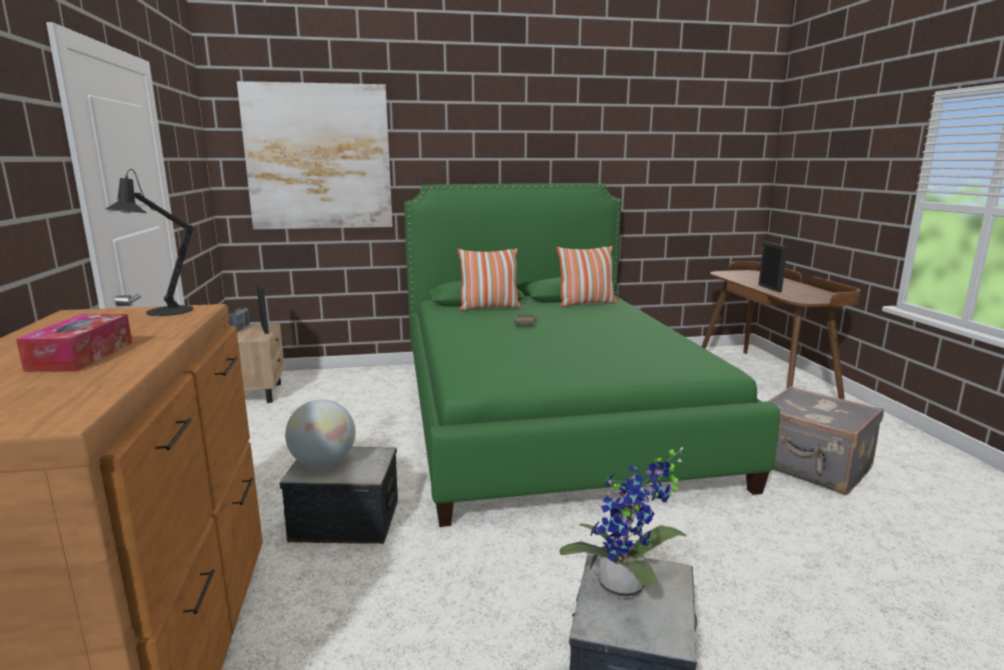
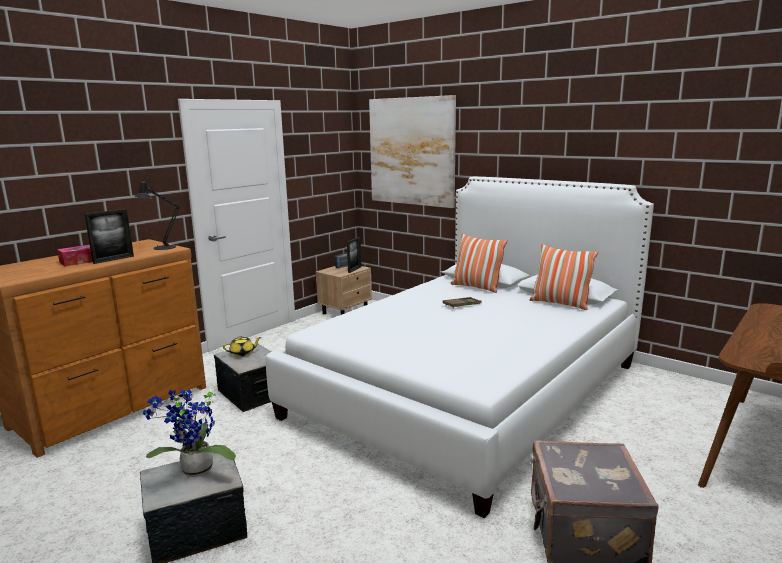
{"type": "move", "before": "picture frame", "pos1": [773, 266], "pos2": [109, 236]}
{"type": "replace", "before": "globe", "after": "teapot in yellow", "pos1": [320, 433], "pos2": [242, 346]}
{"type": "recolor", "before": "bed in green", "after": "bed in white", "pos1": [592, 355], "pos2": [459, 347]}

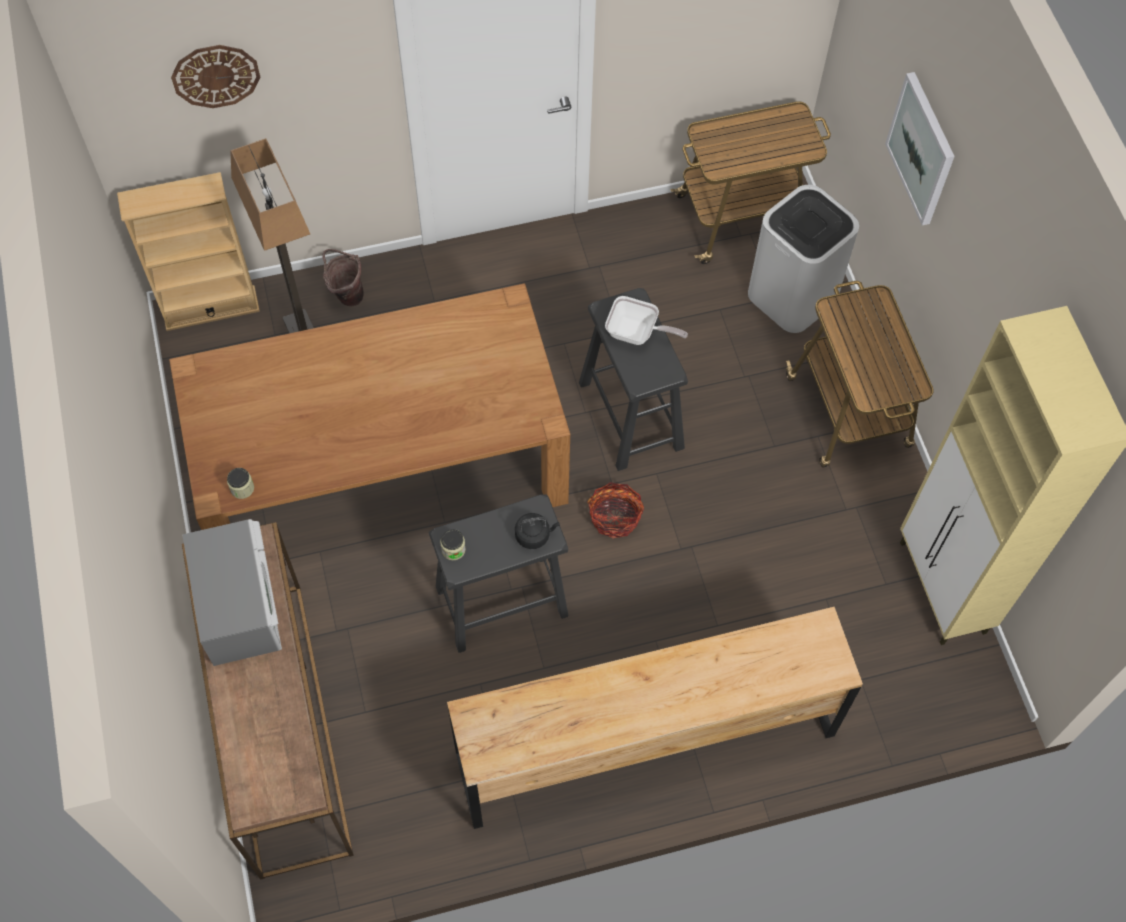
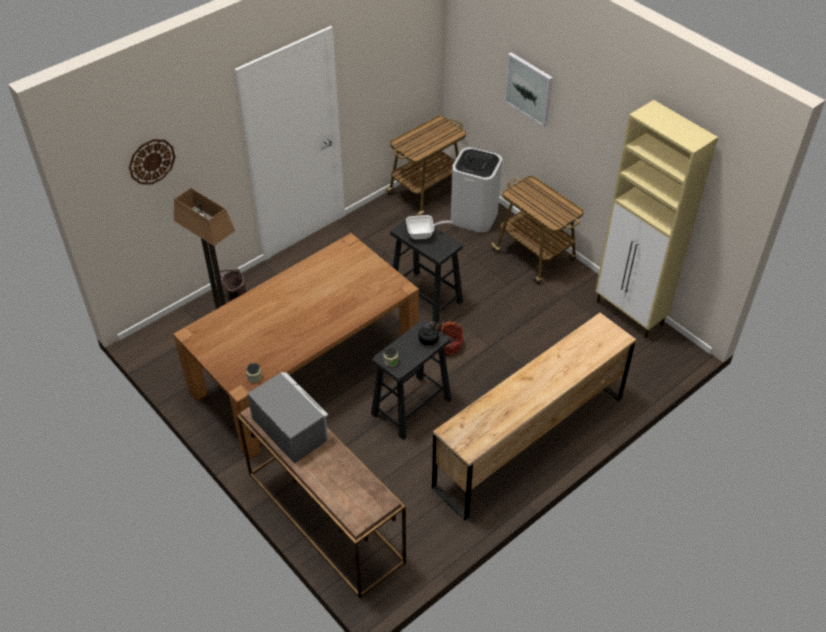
{"type": "delete", "before": "bookcase in beige", "pos1": [188, 251]}

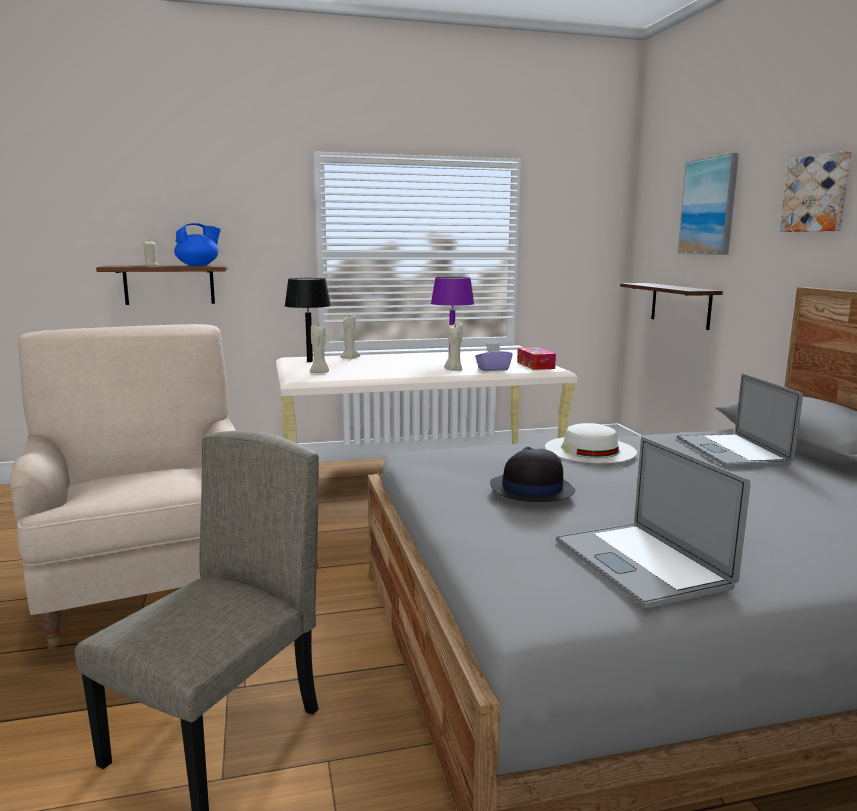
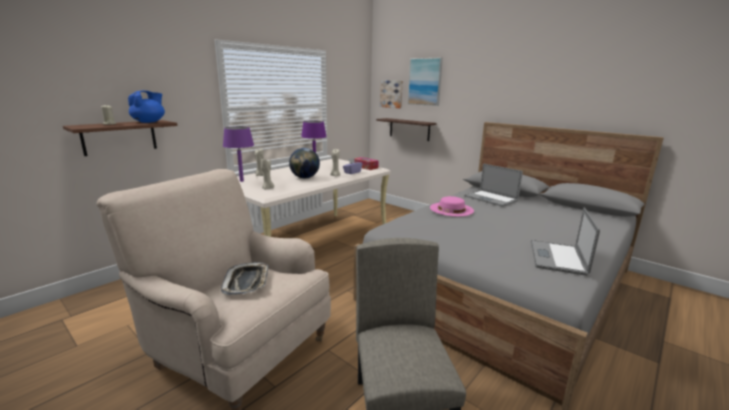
{"type": "delete", "before": "hat in black", "pos1": [532, 474]}
{"type": "insert", "after": "tray", "pos2": [245, 278]}
{"type": "insert", "after": "globe", "pos2": [304, 163]}
{"type": "move", "before": "picture", "pos1": [815, 191], "pos2": [391, 94]}
{"type": "recolor", "before": "table lamp in black", "after": "table lamp in purple", "pos1": [308, 320], "pos2": [238, 154]}
{"type": "recolor", "before": "hat in white", "after": "hat in pink", "pos1": [591, 443], "pos2": [452, 206]}
{"type": "rotate", "before": "laptop", "pos1": [653, 522], "pos2": [565, 242], "turn": 75}

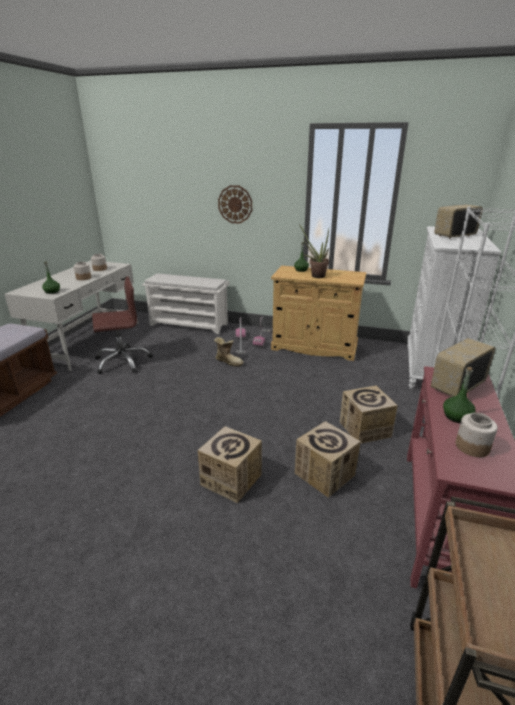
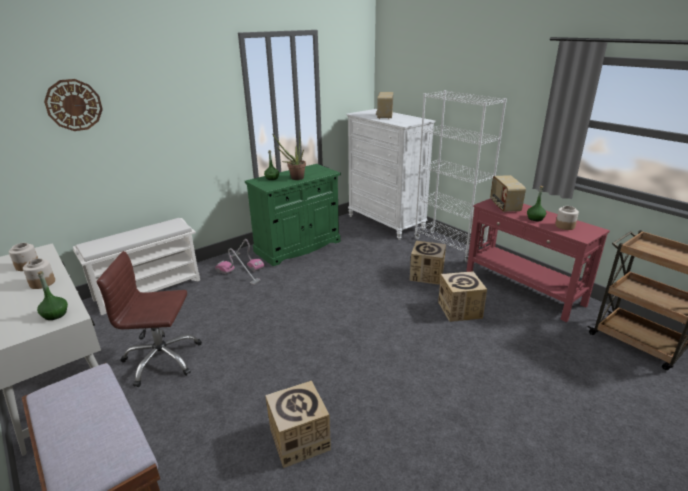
{"type": "delete", "before": "boot", "pos1": [229, 352]}
{"type": "move", "before": "cardboard box", "pos1": [230, 464], "pos2": [298, 424]}
{"type": "move", "before": "wall clock", "pos1": [235, 204], "pos2": [73, 105]}
{"type": "recolor", "before": "cabinet in beige", "after": "cabinet in green", "pos1": [319, 313], "pos2": [293, 215]}
{"type": "rotate", "before": "office chair in brown", "pos1": [122, 325], "pos2": [149, 319], "turn": -105}

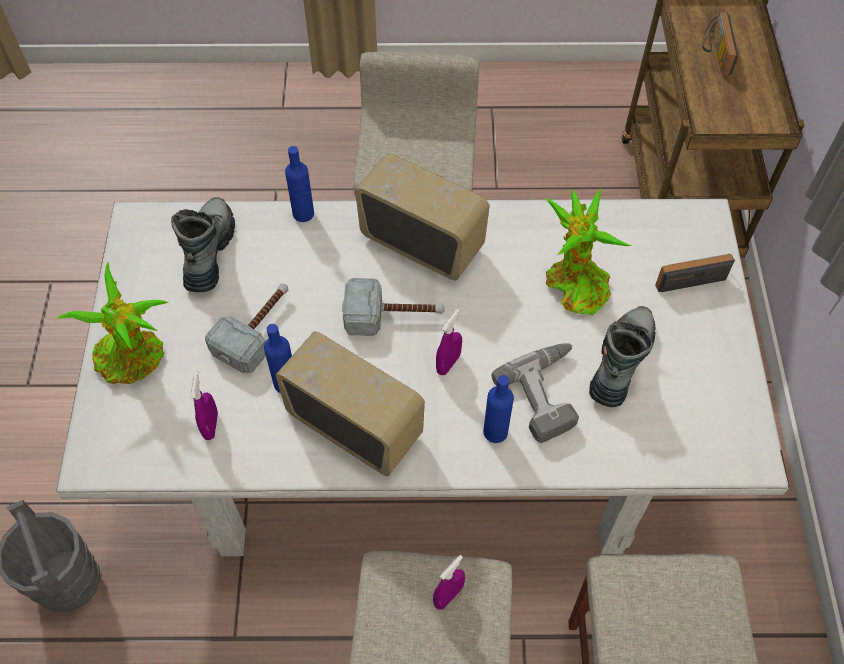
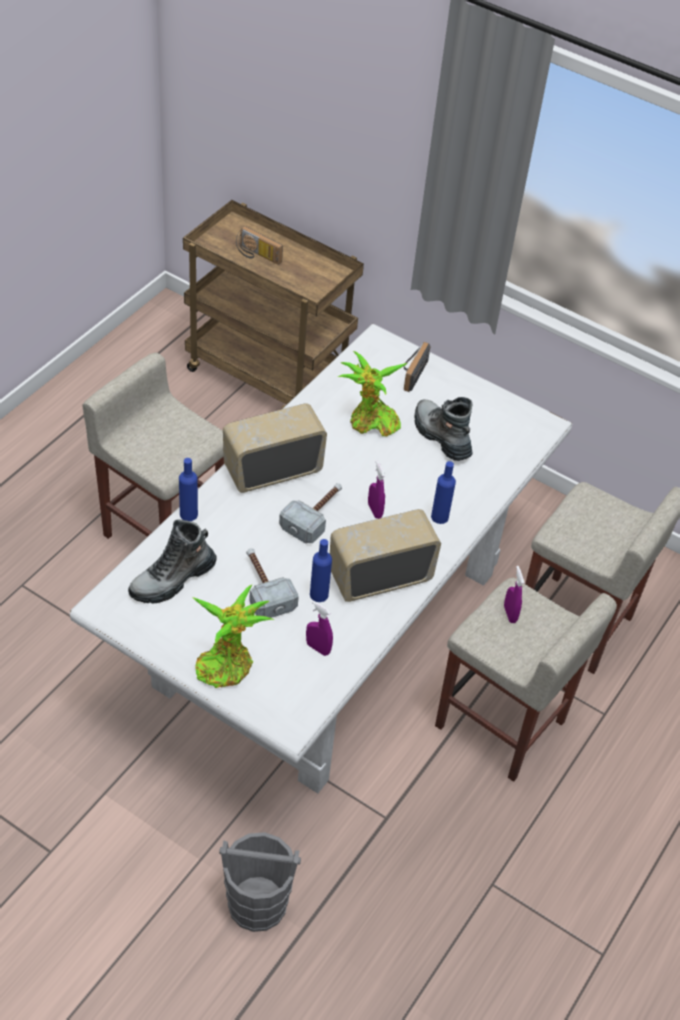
{"type": "delete", "before": "power drill", "pos1": [535, 393]}
{"type": "rotate", "before": "boot", "pos1": [203, 244], "pos2": [172, 561], "turn": -75}

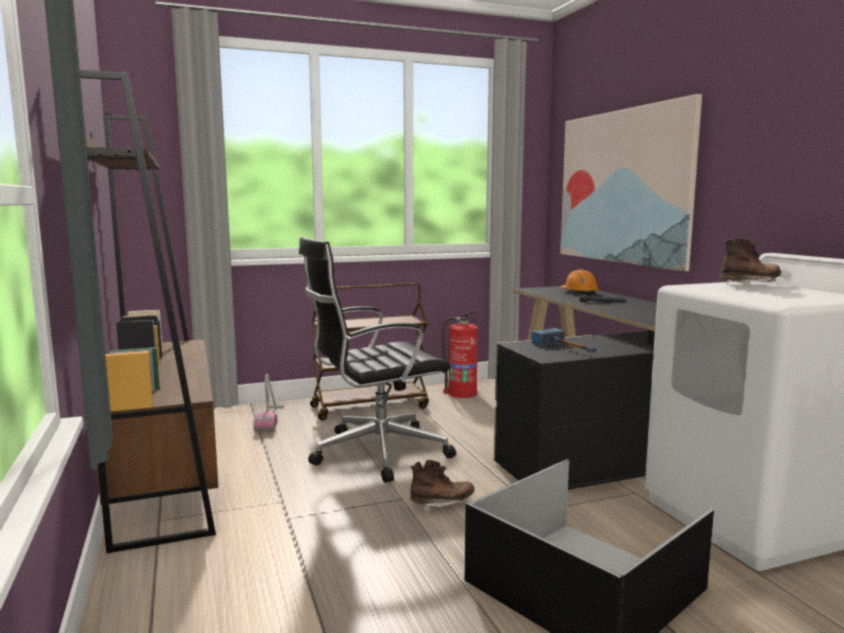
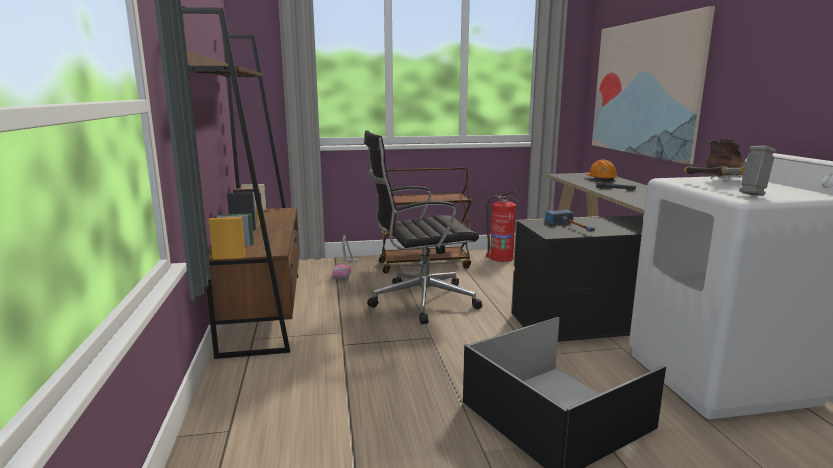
{"type": "delete", "before": "boot in brown", "pos1": [442, 486]}
{"type": "insert", "after": "hammer", "pos2": [730, 171]}

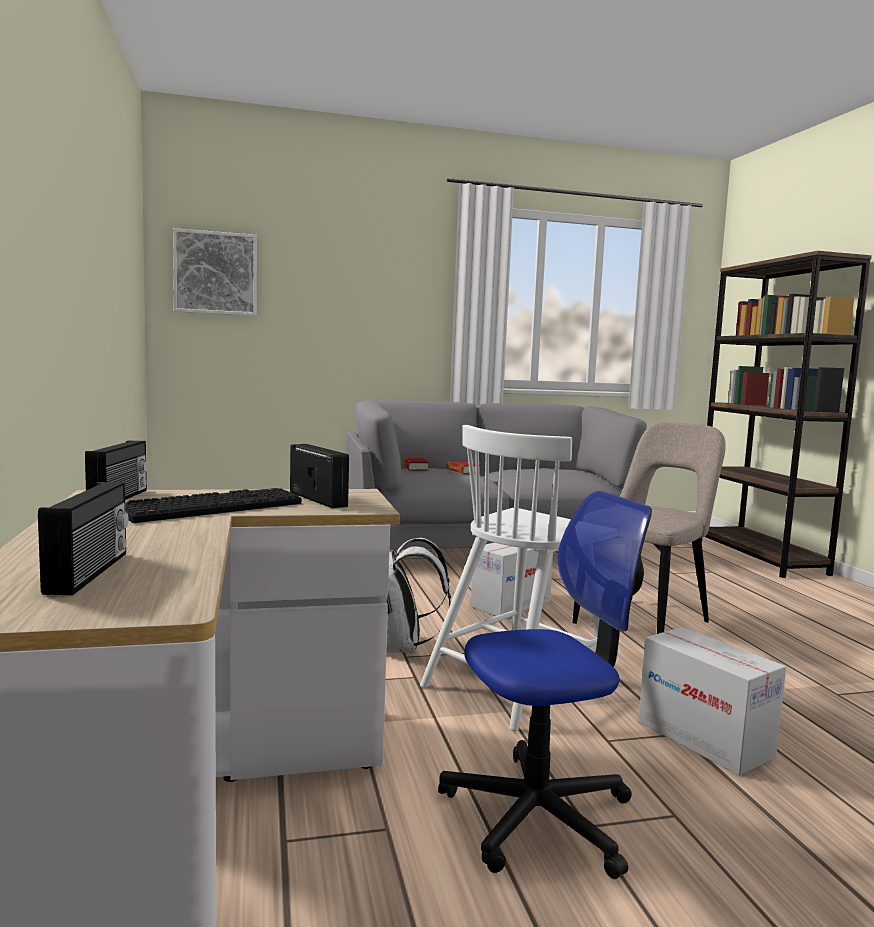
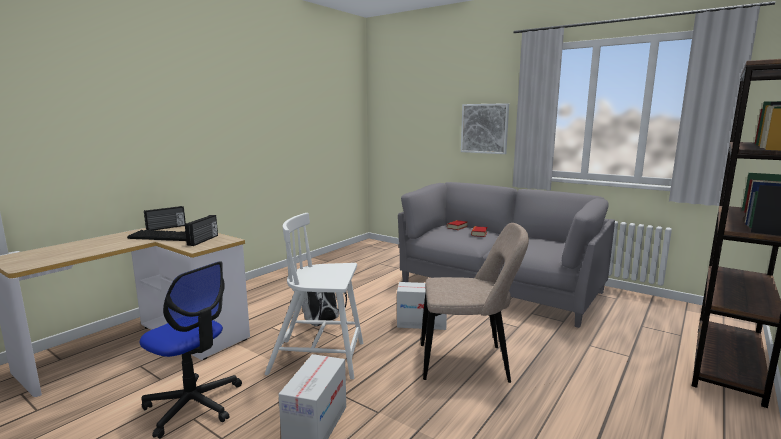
{"type": "delete", "before": "radio", "pos1": [83, 538]}
{"type": "move", "before": "picture", "pos1": [215, 272], "pos2": [485, 128]}

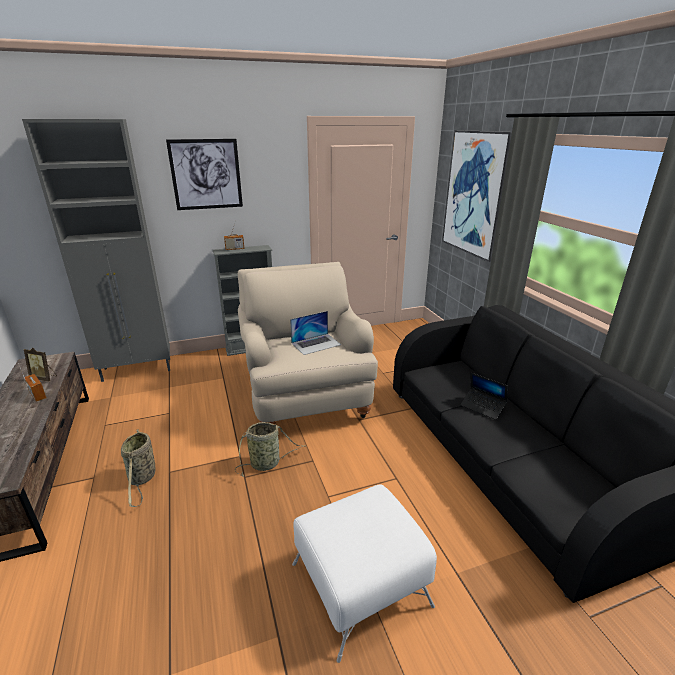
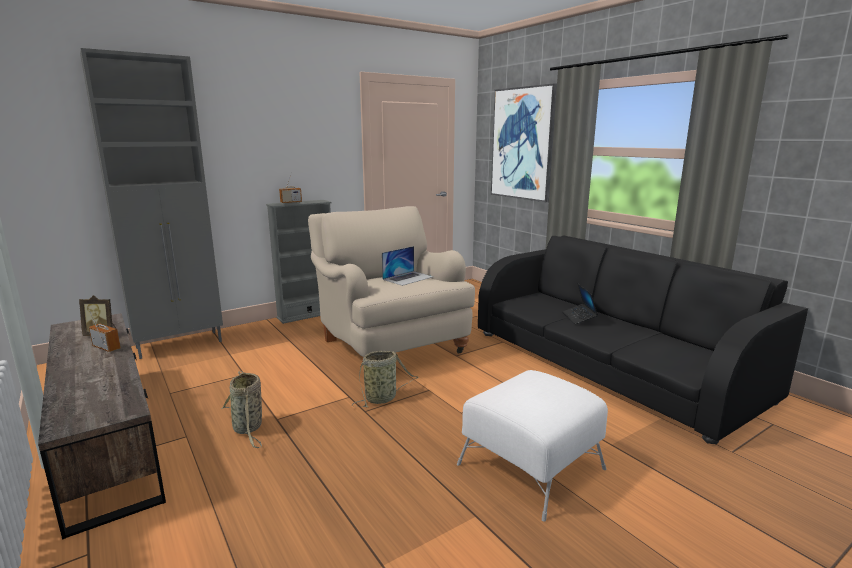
{"type": "delete", "before": "picture", "pos1": [204, 174]}
{"type": "rotate", "before": "laptop", "pos1": [484, 396], "pos2": [580, 304], "turn": 60}

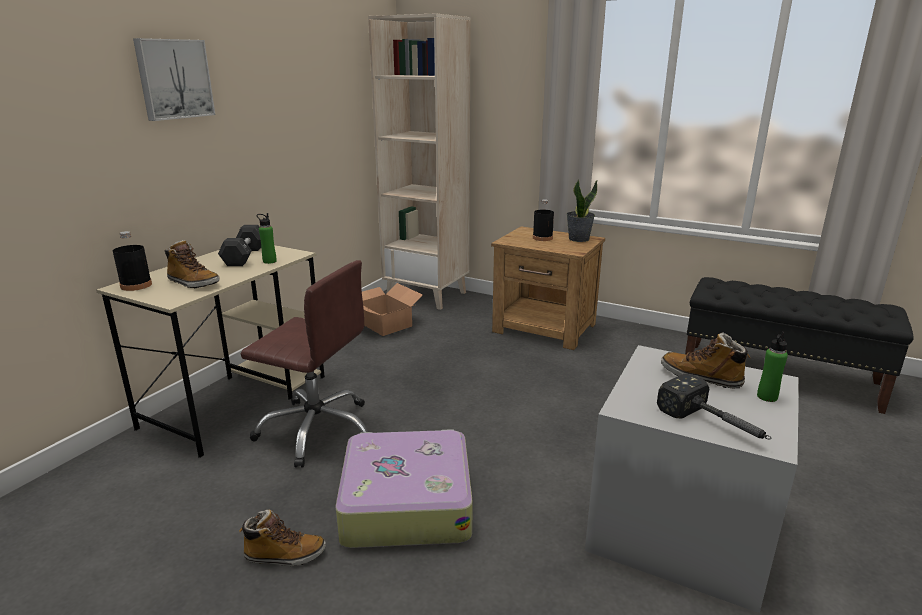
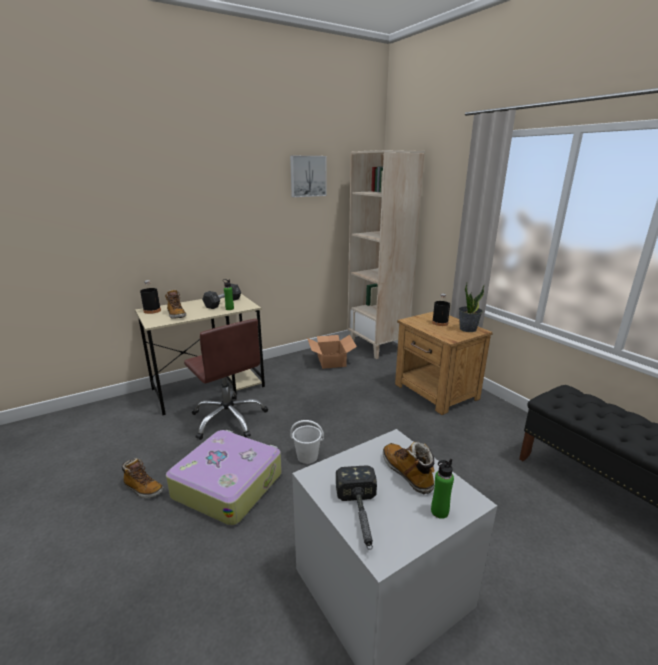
{"type": "insert", "after": "bucket in white", "pos2": [307, 442]}
{"type": "move", "before": "picture", "pos1": [174, 79], "pos2": [308, 176]}

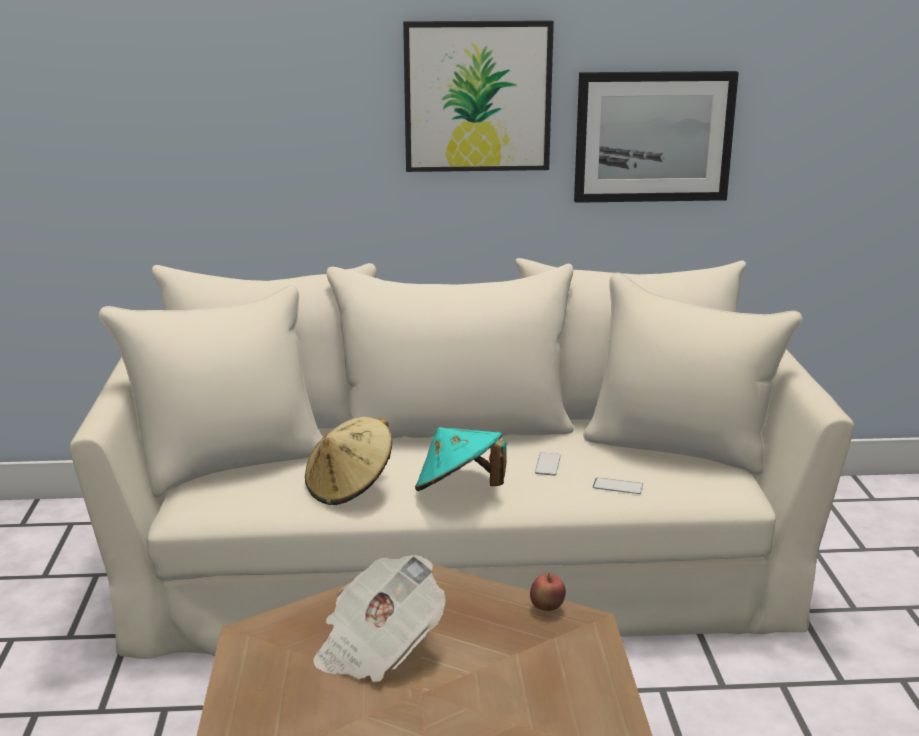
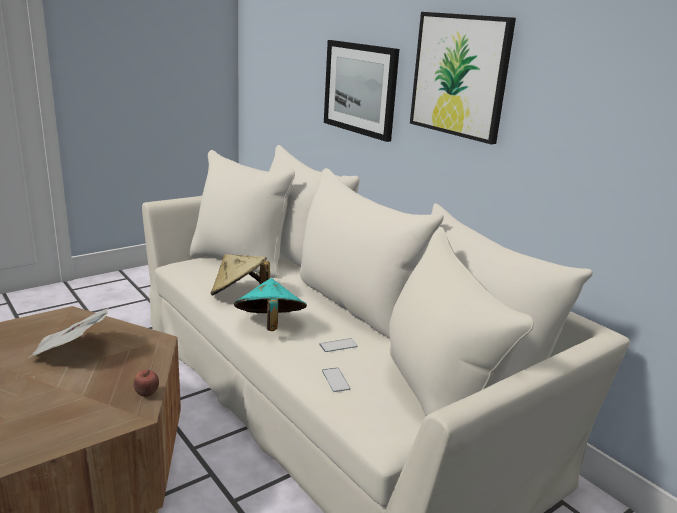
{"type": "move", "before": "picture", "pos1": [656, 137], "pos2": [361, 91]}

